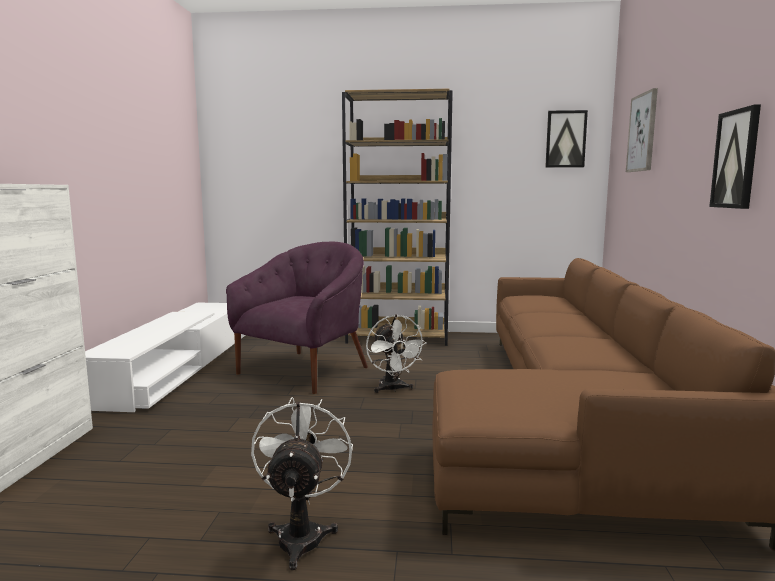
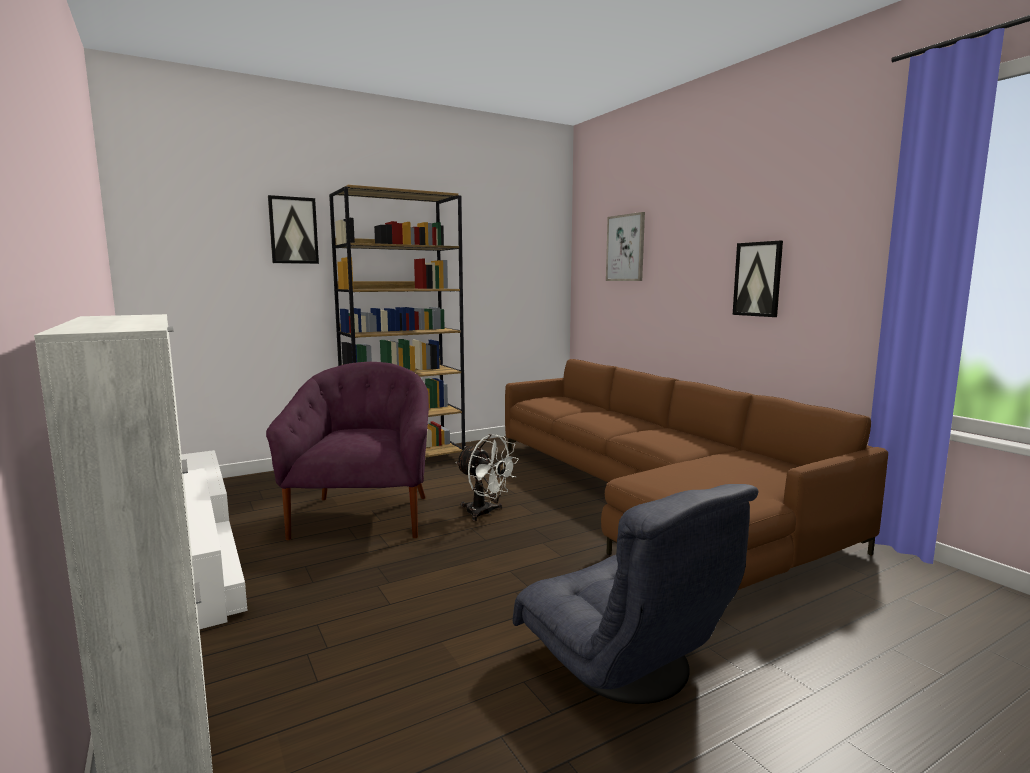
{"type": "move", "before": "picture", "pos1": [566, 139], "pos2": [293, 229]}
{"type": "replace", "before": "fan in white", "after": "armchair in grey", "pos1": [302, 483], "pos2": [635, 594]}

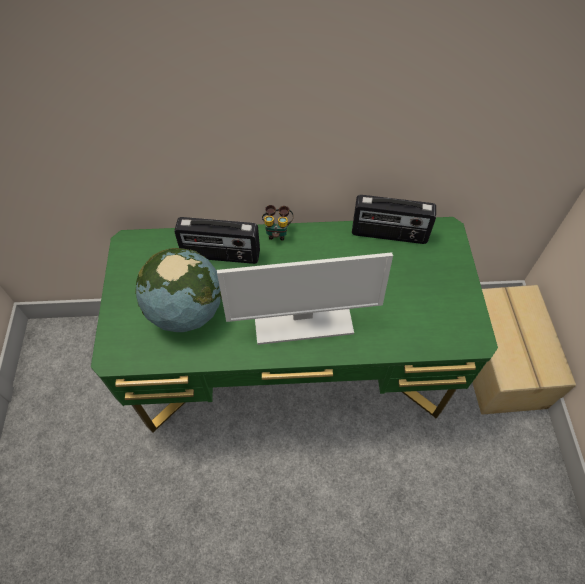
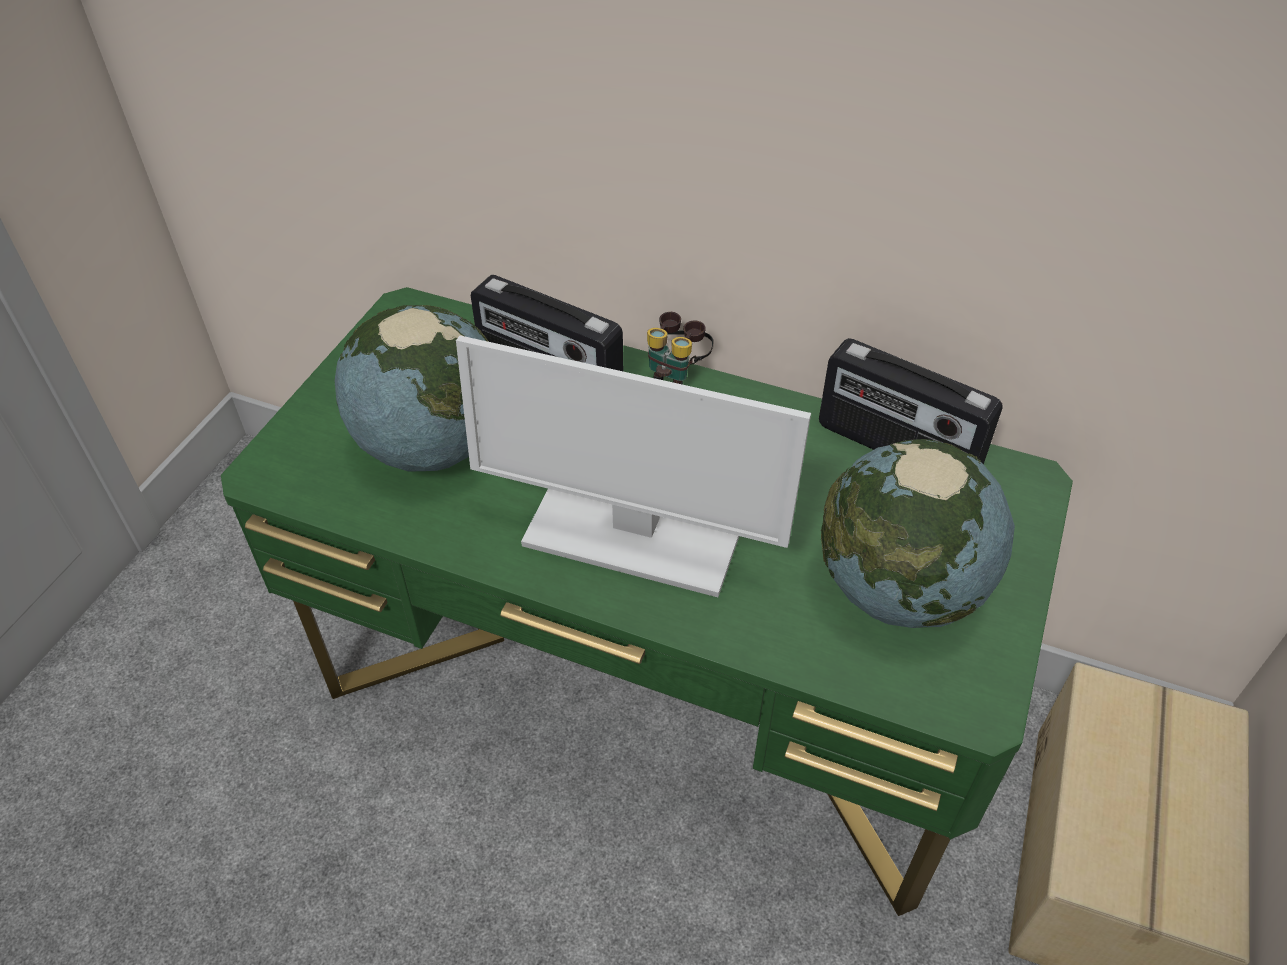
{"type": "insert", "after": "globe", "pos2": [917, 533]}

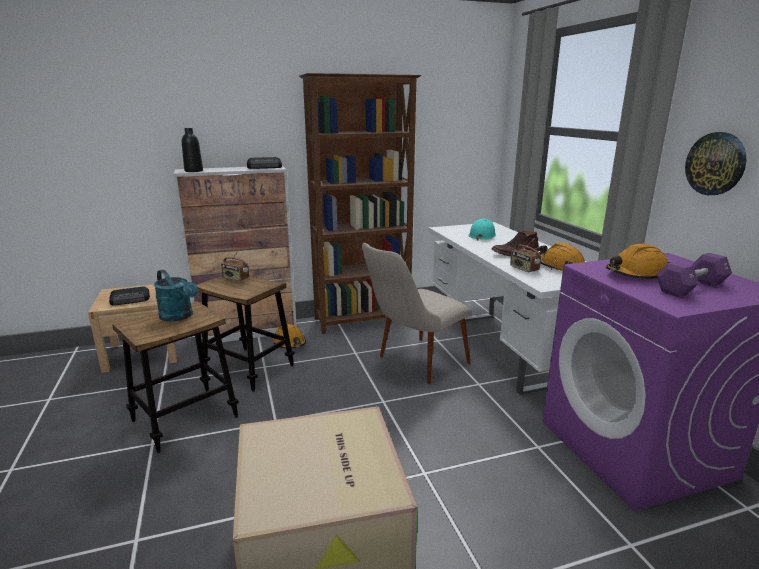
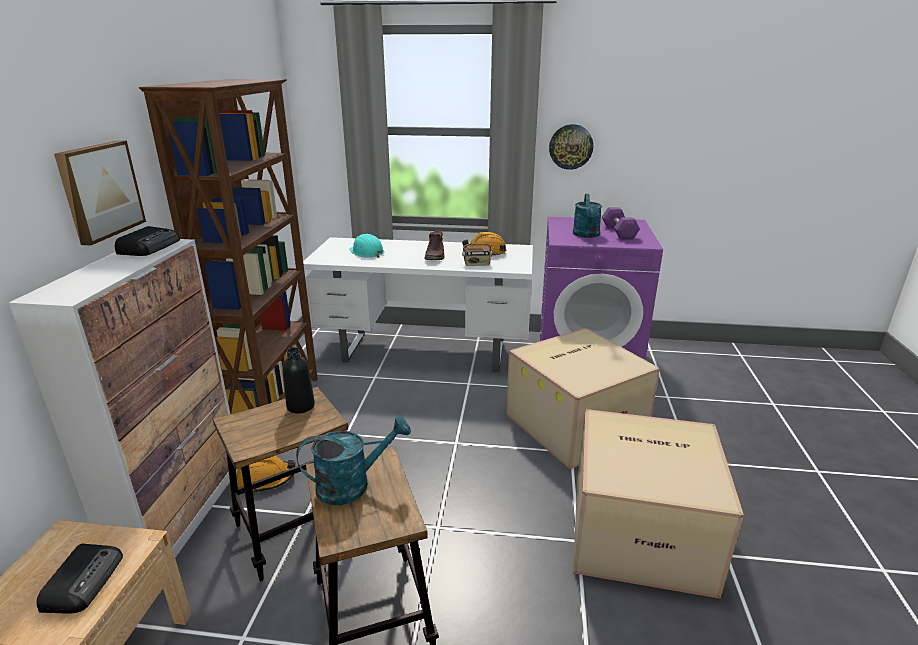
{"type": "delete", "before": "radio", "pos1": [235, 265]}
{"type": "delete", "before": "chair in beige", "pos1": [416, 313]}
{"type": "insert", "after": "picture", "pos2": [100, 193]}
{"type": "insert", "after": "cardboard box", "pos2": [583, 398]}
{"type": "move", "before": "bottle in black", "pos1": [192, 150], "pos2": [298, 380]}
{"type": "replace", "before": "hard hat in orange", "after": "watering can in turquoise", "pos1": [638, 261], "pos2": [587, 216]}

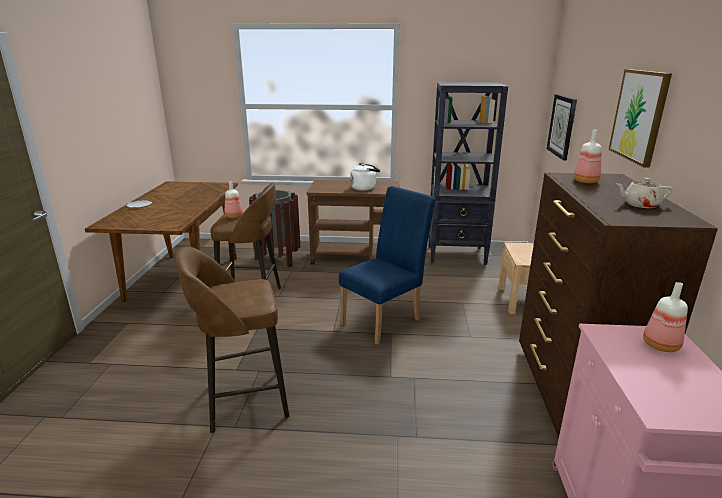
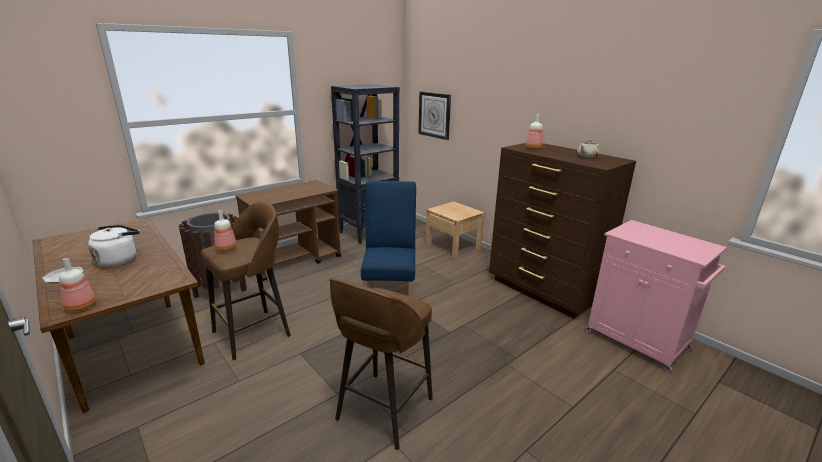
{"type": "delete", "before": "picture", "pos1": [640, 118]}
{"type": "move", "before": "kettle in white", "pos1": [365, 177], "pos2": [114, 246]}
{"type": "move", "before": "bottle", "pos1": [665, 317], "pos2": [77, 285]}

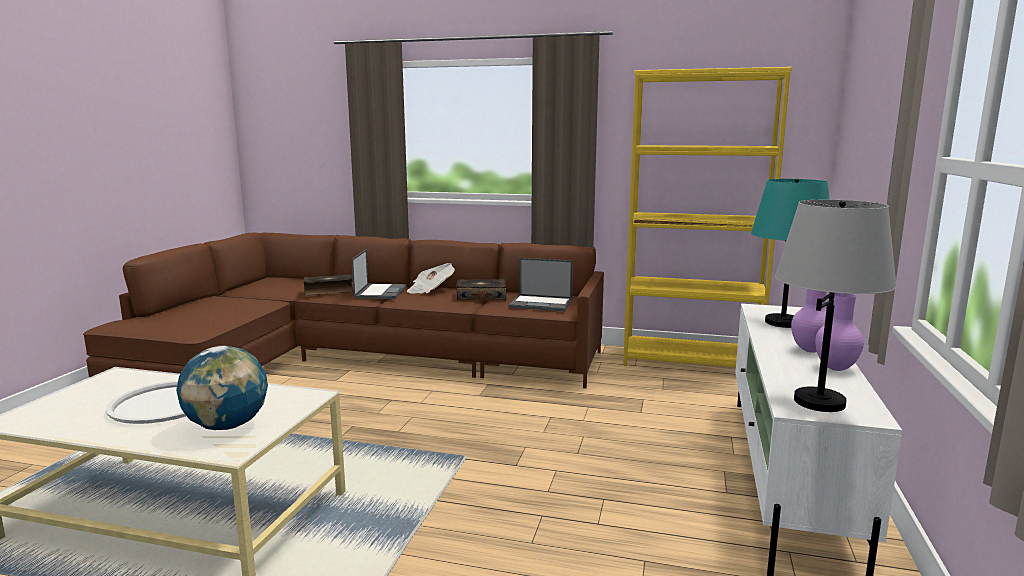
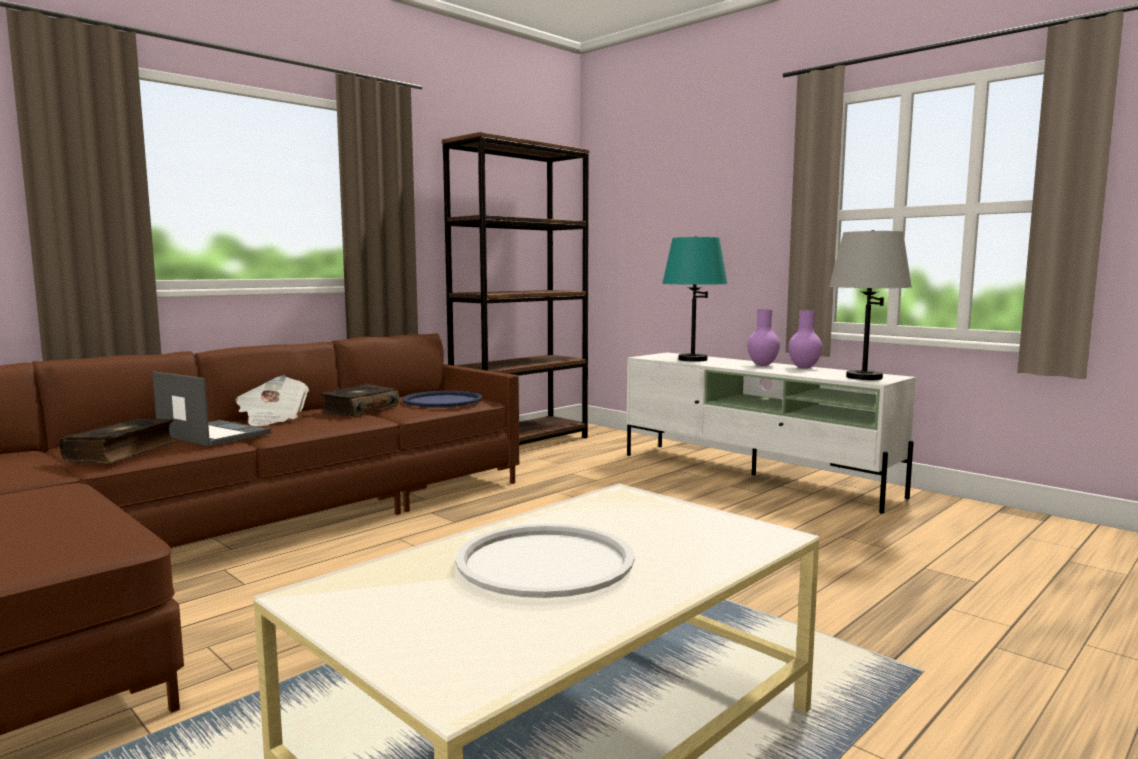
{"type": "delete", "before": "globe", "pos1": [222, 388]}
{"type": "replace", "before": "laptop", "after": "tray in blue", "pos1": [540, 285], "pos2": [442, 399]}
{"type": "recolor", "before": "bookcase in yellow", "after": "bookcase in brown", "pos1": [707, 217], "pos2": [515, 288]}

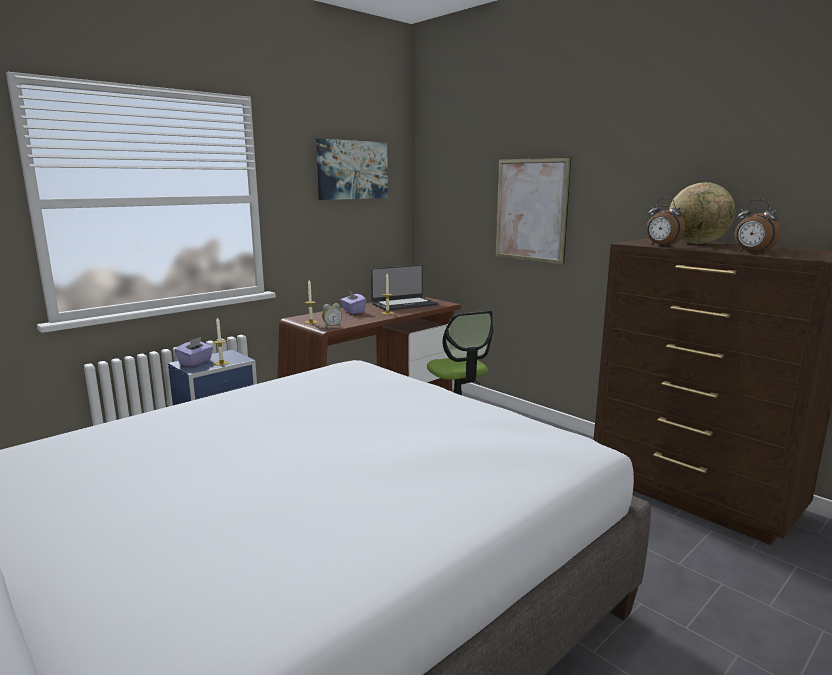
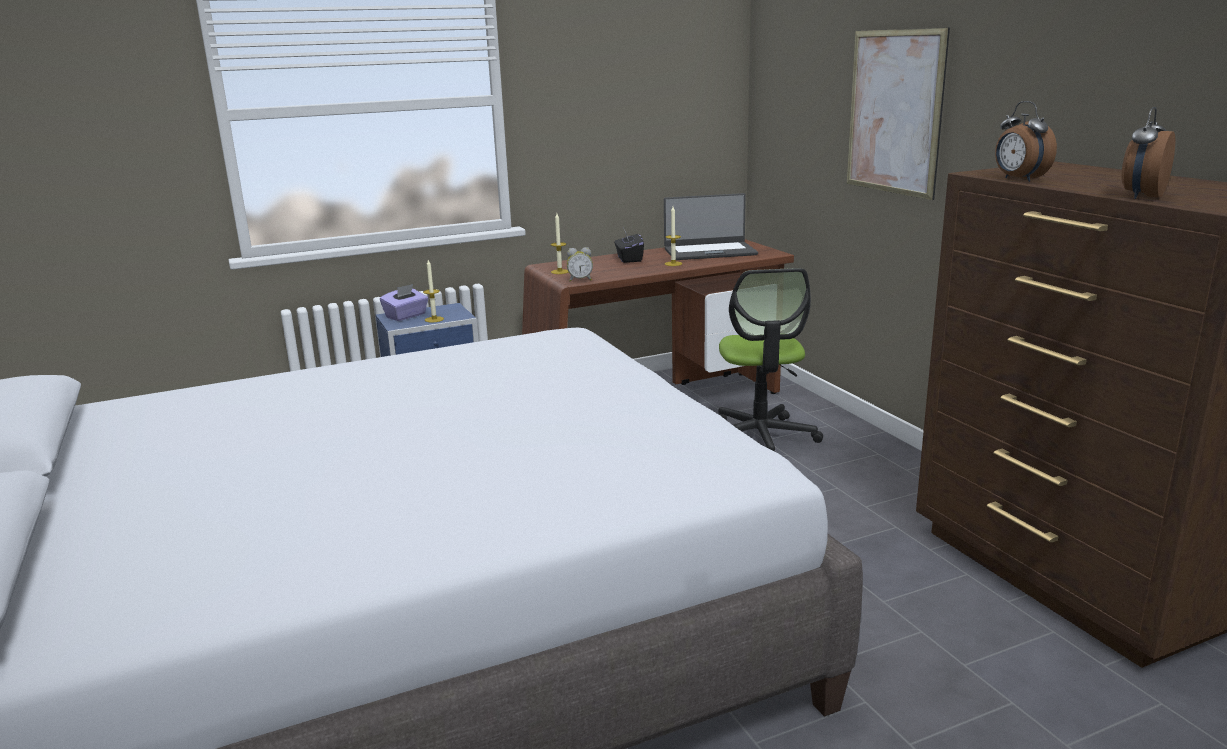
{"type": "delete", "before": "picture", "pos1": [352, 169]}
{"type": "delete", "before": "globe", "pos1": [702, 213]}
{"type": "recolor", "before": "tissue box in purple", "after": "tissue box in black", "pos1": [353, 302], "pos2": [629, 247]}
{"type": "rotate", "before": "alarm clock", "pos1": [758, 226], "pos2": [1148, 153], "turn": 60}

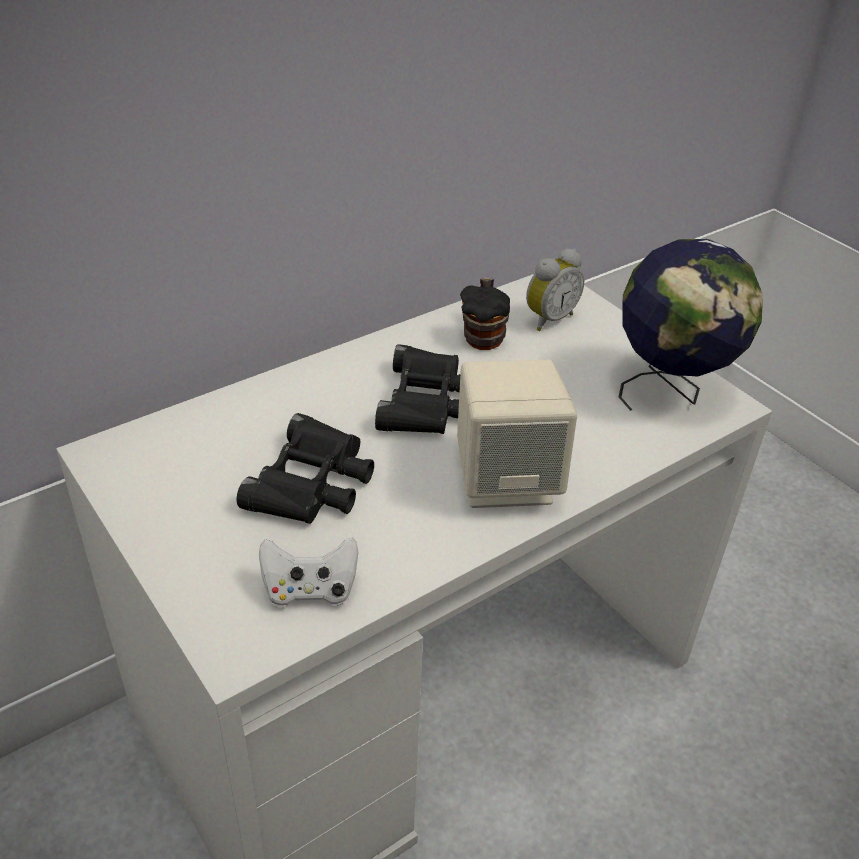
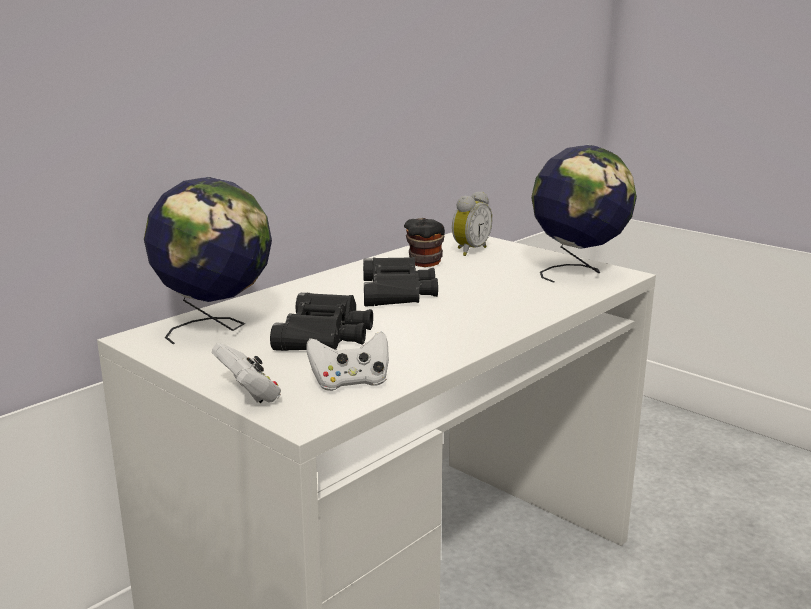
{"type": "delete", "before": "speaker in beige", "pos1": [517, 434]}
{"type": "insert", "after": "globe", "pos2": [208, 260]}
{"type": "insert", "after": "game controller in white", "pos2": [246, 373]}

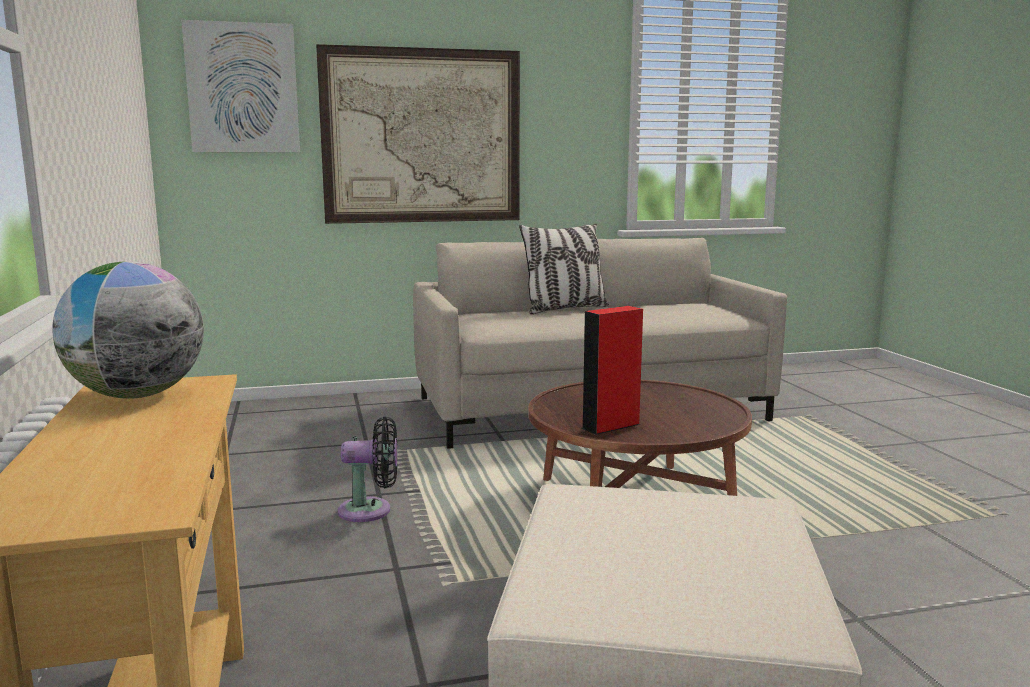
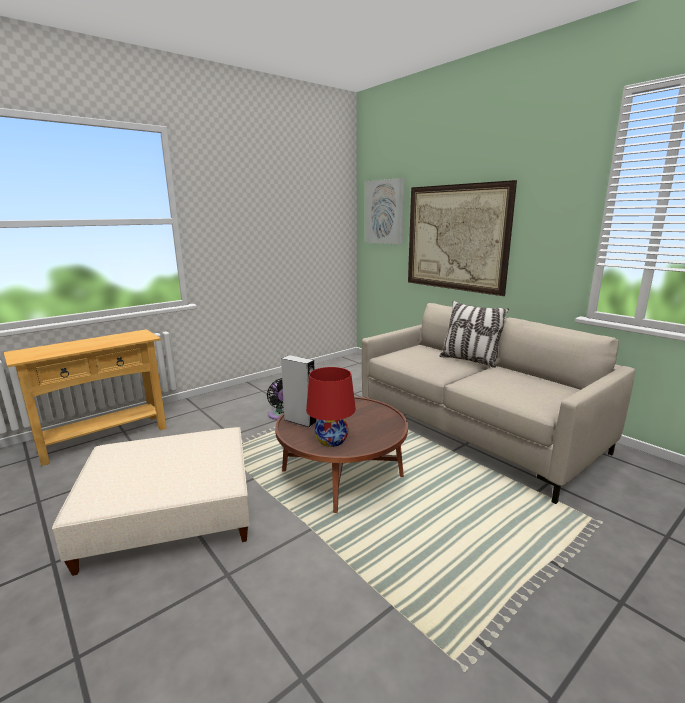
{"type": "delete", "before": "globe", "pos1": [128, 330]}
{"type": "insert", "after": "table lamp in red", "pos2": [331, 407]}
{"type": "recolor", "before": "speaker in red", "after": "speaker in grey", "pos1": [612, 370], "pos2": [299, 391]}

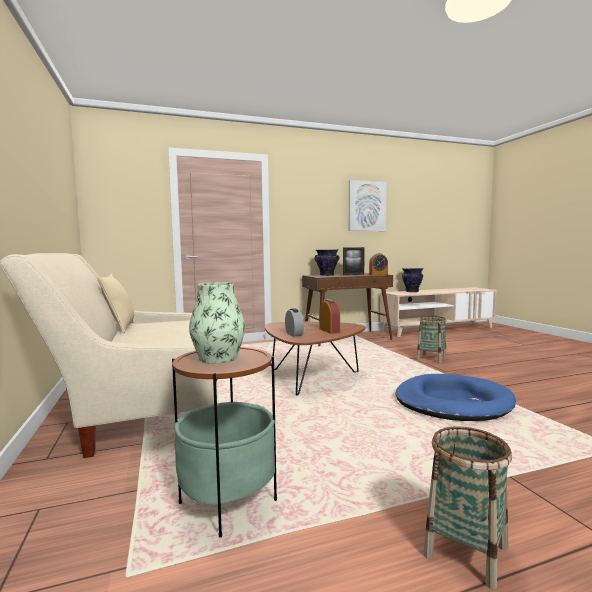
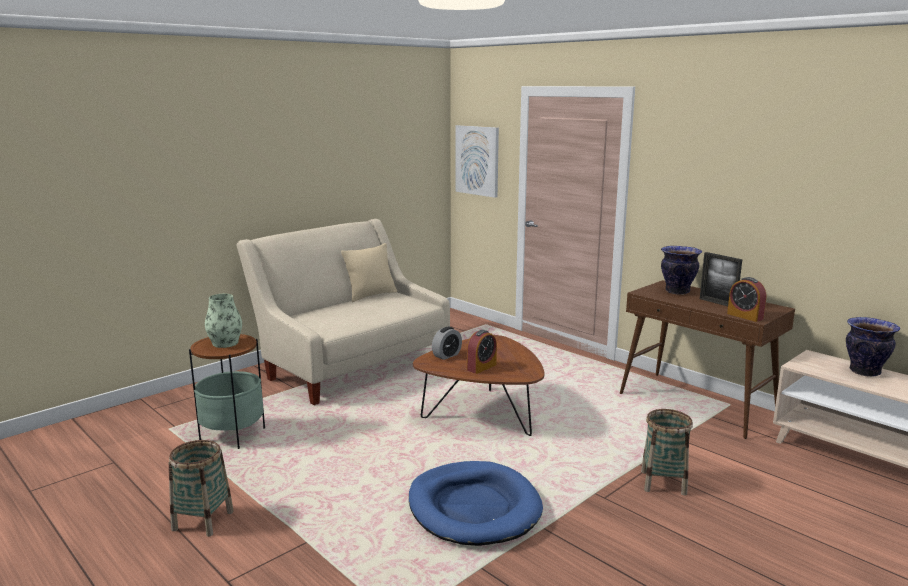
{"type": "move", "before": "picture", "pos1": [368, 205], "pos2": [477, 161]}

